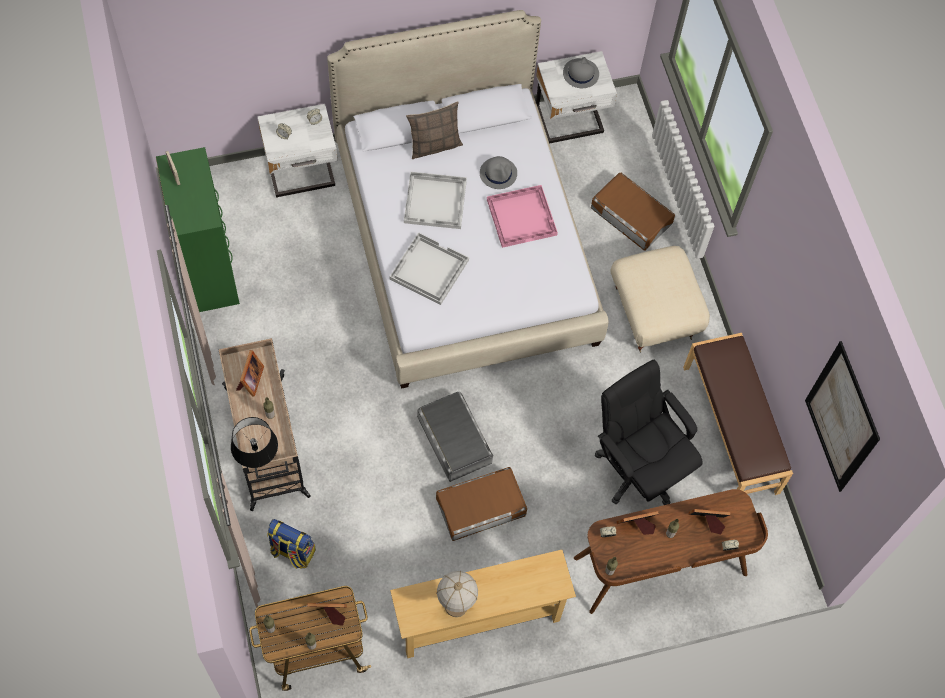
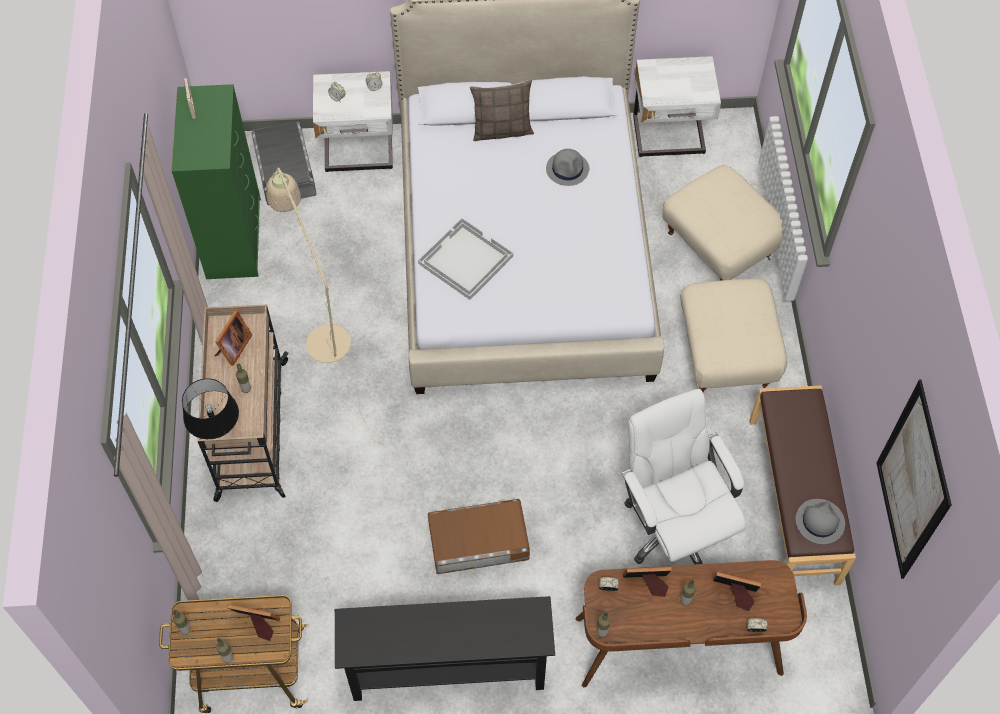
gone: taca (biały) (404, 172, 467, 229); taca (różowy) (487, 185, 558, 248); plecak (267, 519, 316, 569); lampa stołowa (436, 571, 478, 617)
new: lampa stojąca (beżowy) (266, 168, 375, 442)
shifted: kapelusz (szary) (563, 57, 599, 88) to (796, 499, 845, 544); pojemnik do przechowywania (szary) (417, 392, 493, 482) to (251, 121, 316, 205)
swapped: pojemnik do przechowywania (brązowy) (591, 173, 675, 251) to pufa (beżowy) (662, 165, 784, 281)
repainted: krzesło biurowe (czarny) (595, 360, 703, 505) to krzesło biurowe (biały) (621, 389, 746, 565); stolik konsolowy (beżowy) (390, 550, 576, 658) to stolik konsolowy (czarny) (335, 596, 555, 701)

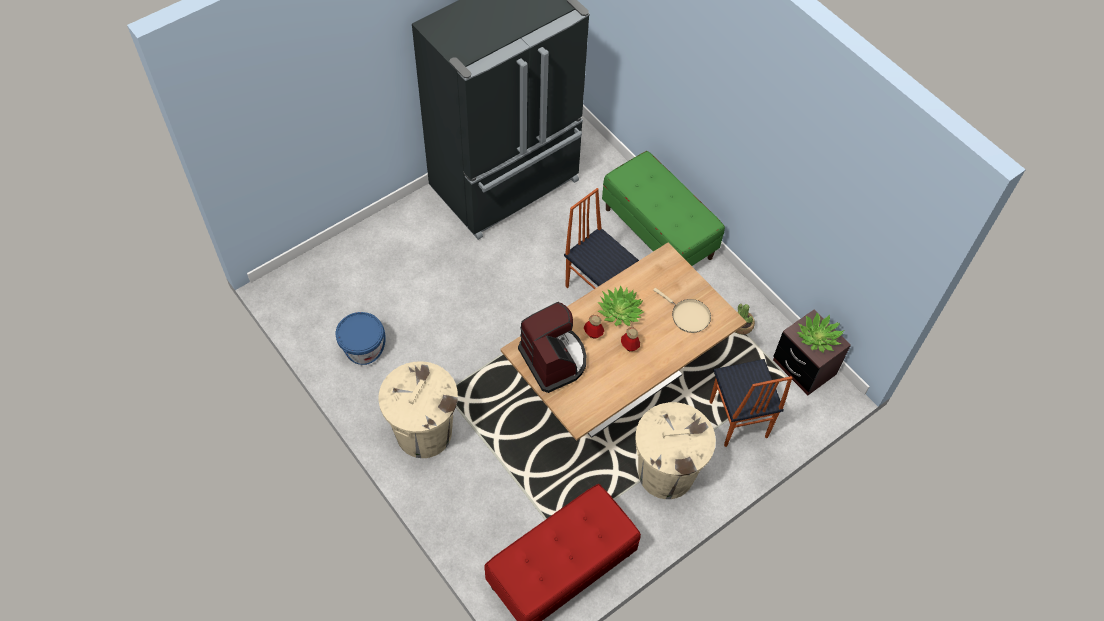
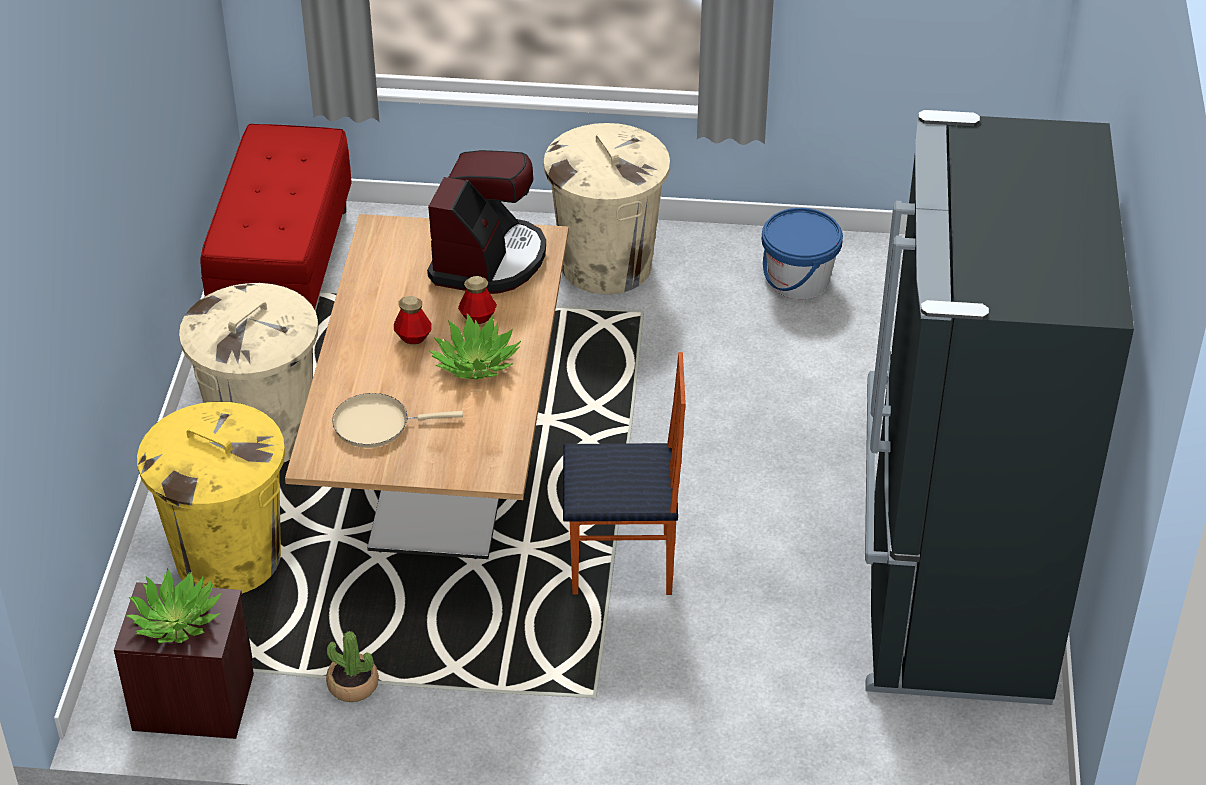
gone: ławka (zielony) (602, 151, 725, 266)
swapped: krzesło (709, 359, 792, 447) to kosz na śmieci (żółty) (137, 402, 285, 593)
rotated: ekspres do kawy (518, 302, 586, 393) = (427, 150, 546, 294) 90 degrees counterclockwise

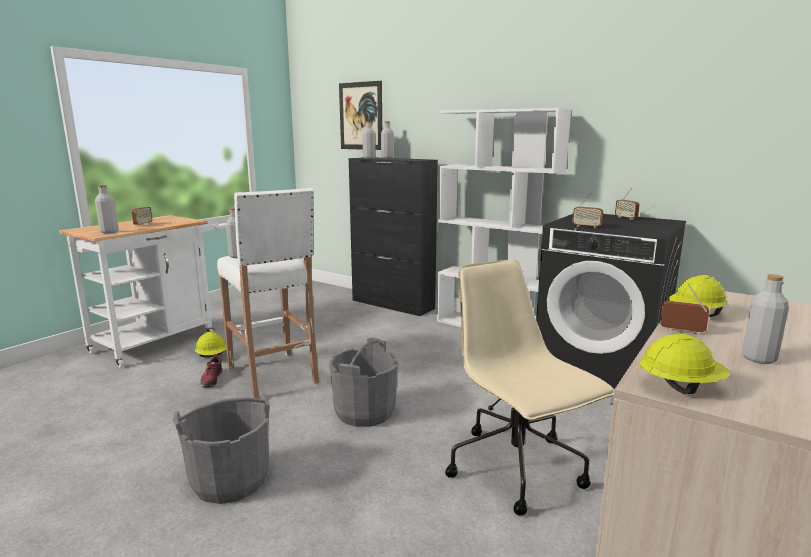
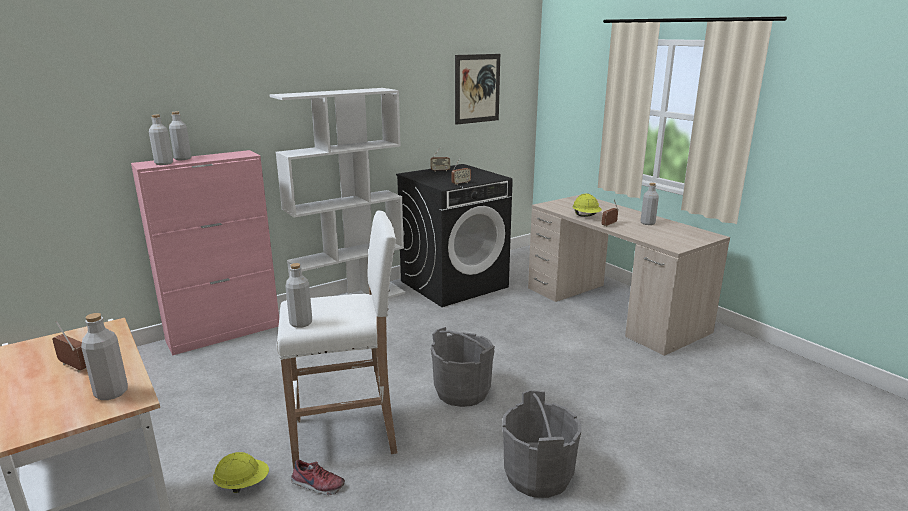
gone: krzesło biurowe (beżowy) (445, 260, 614, 516); kask (żółty) (640, 333, 730, 394)
shifted: obraz (339, 81, 382, 150) to (455, 54, 500, 125)
repainted: szafka (czarny) (349, 157, 438, 316) to szafka (różowy) (131, 150, 279, 355)

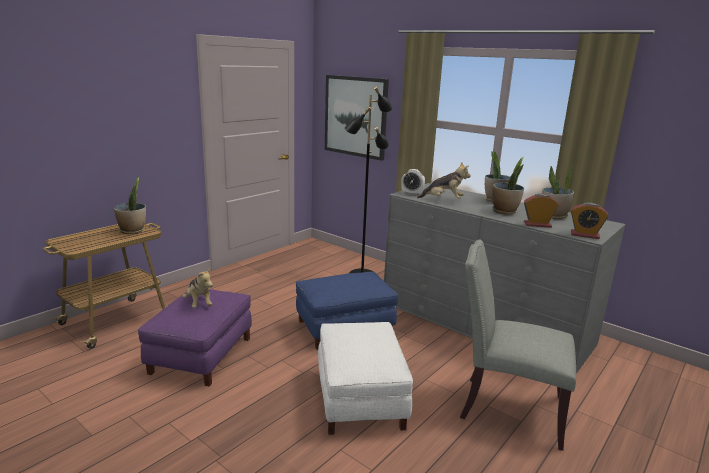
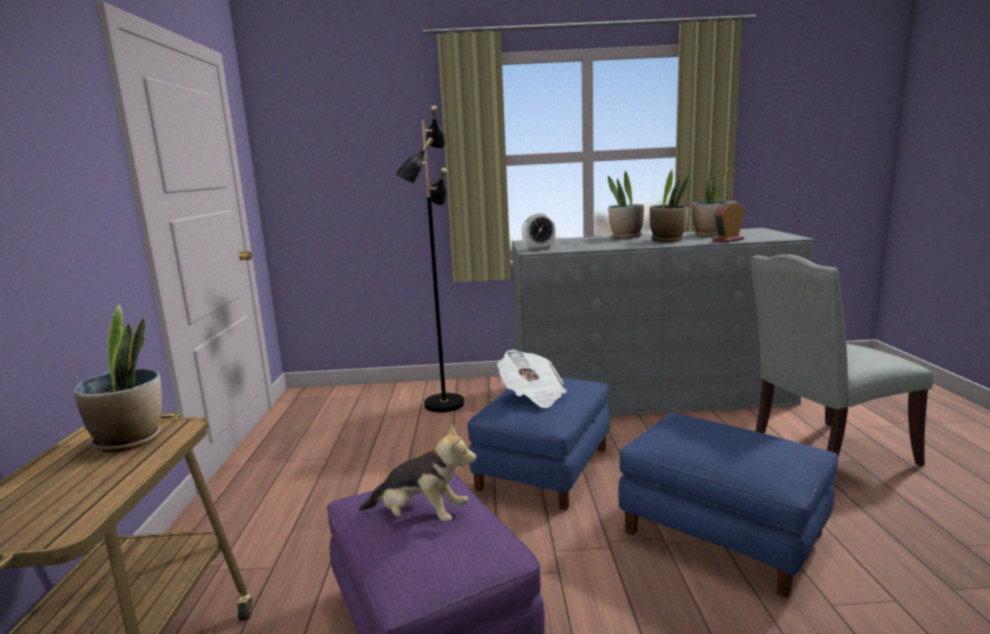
gone: obraz (325, 75, 389, 161); pluszak (417, 162, 471, 199); budzik (571, 203, 609, 239)
new: gazeta (497, 350, 567, 408)
repainted: pufa (biały) (318, 322, 413, 435) to pufa (niebieski) (618, 413, 838, 598)

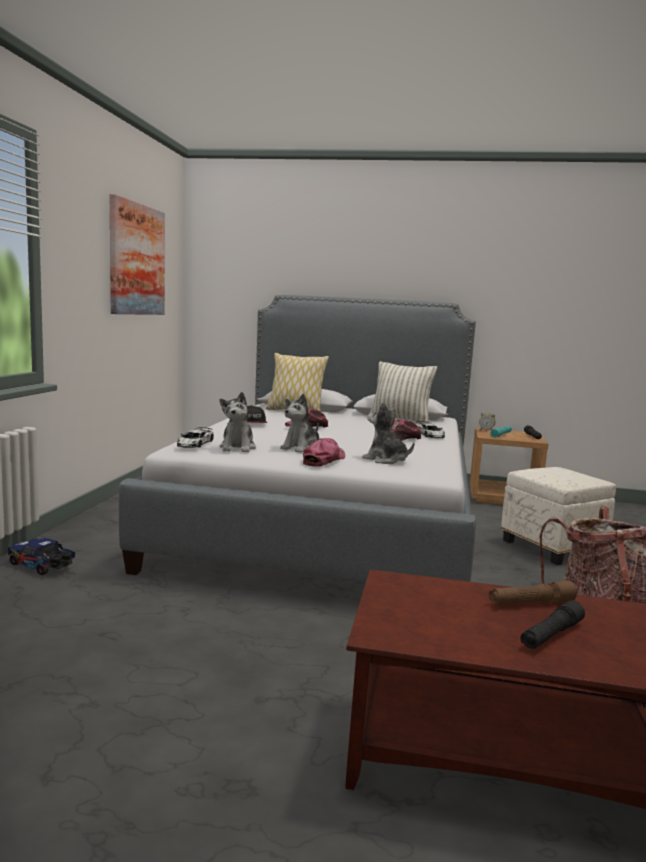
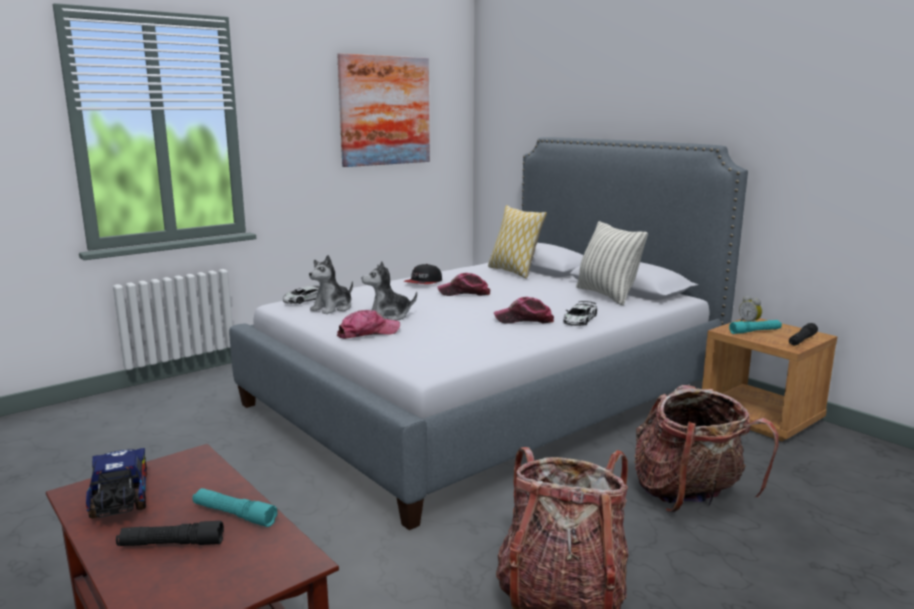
gone: pluszak (362, 402, 415, 464)
shifted: ciężarówka zabawkowa (8, 538, 75, 575) to (86, 448, 147, 519)
swapped: pufa (biały) (501, 467, 616, 565) to plecak (634, 385, 779, 512)
repainted: latarka (brązowy) (489, 581, 577, 605) to latarka (turkusowy) (192, 488, 277, 527)

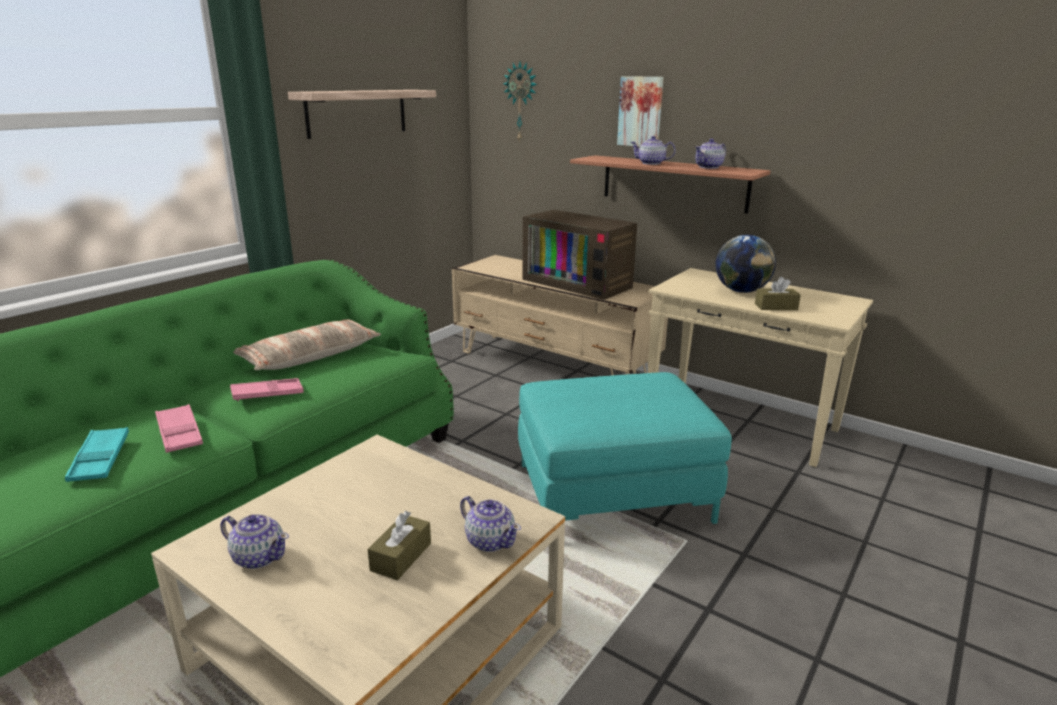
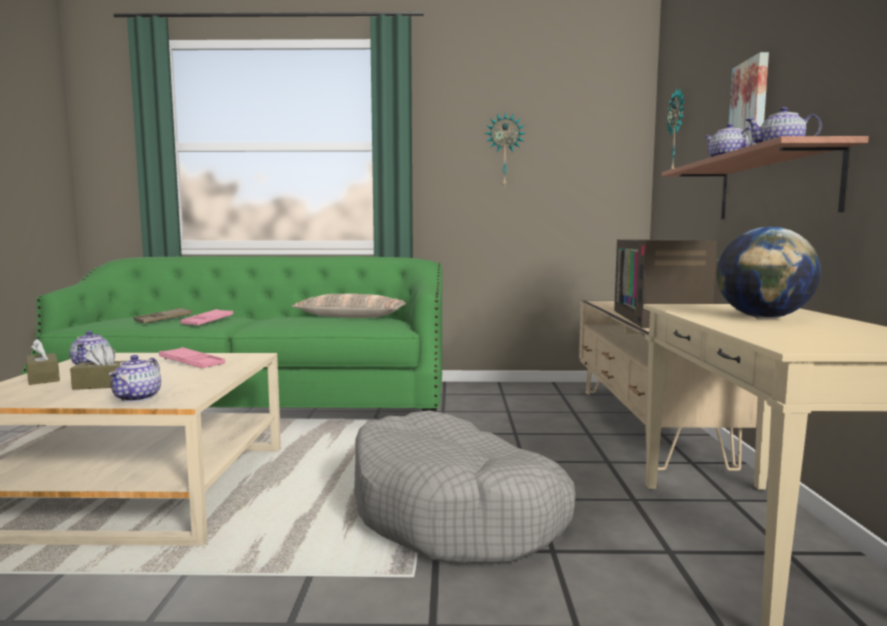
shifted: pudełko chusteczek (brązowy) (755, 277, 801, 310) to (26, 339, 60, 385); taca (różowy) (230, 378, 304, 401) to (159, 347, 225, 368)
swapped: półka (288, 90, 436, 139) to zegar ścienny (485, 112, 526, 188); pufa (turkusowy) (518, 372, 732, 524) to legowisko (szary) (354, 410, 576, 563)
repainted: taca (turkusowy) (65, 427, 129, 482) to taca (brązowy) (134, 308, 192, 323)

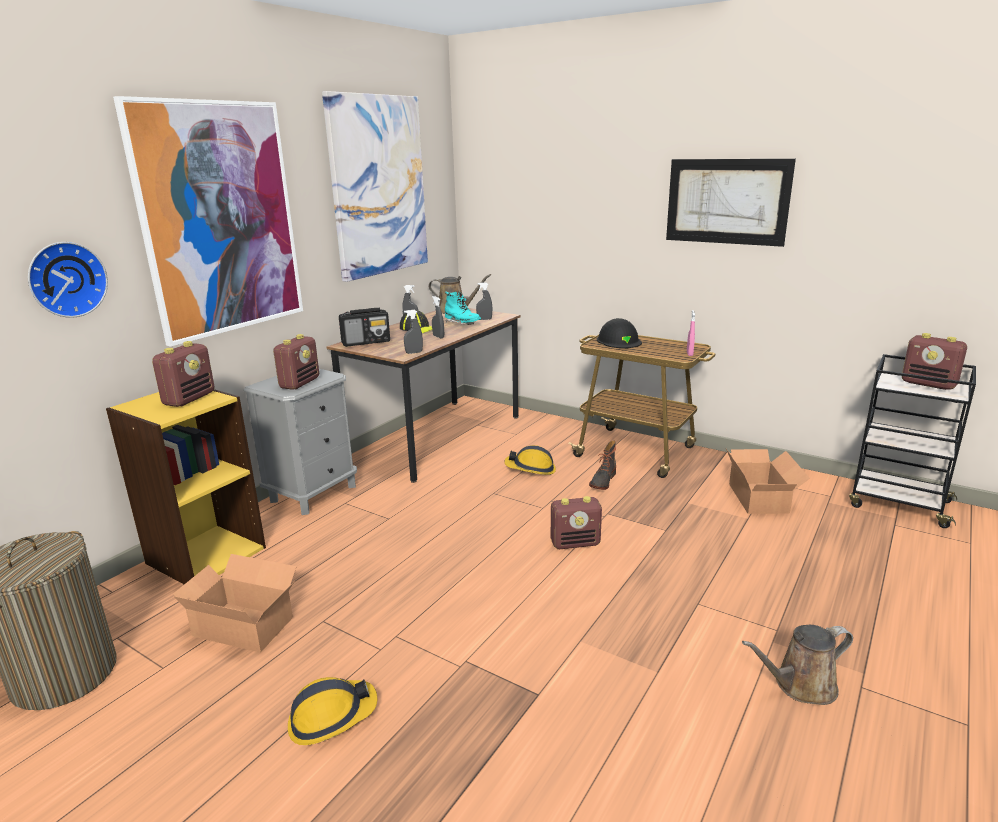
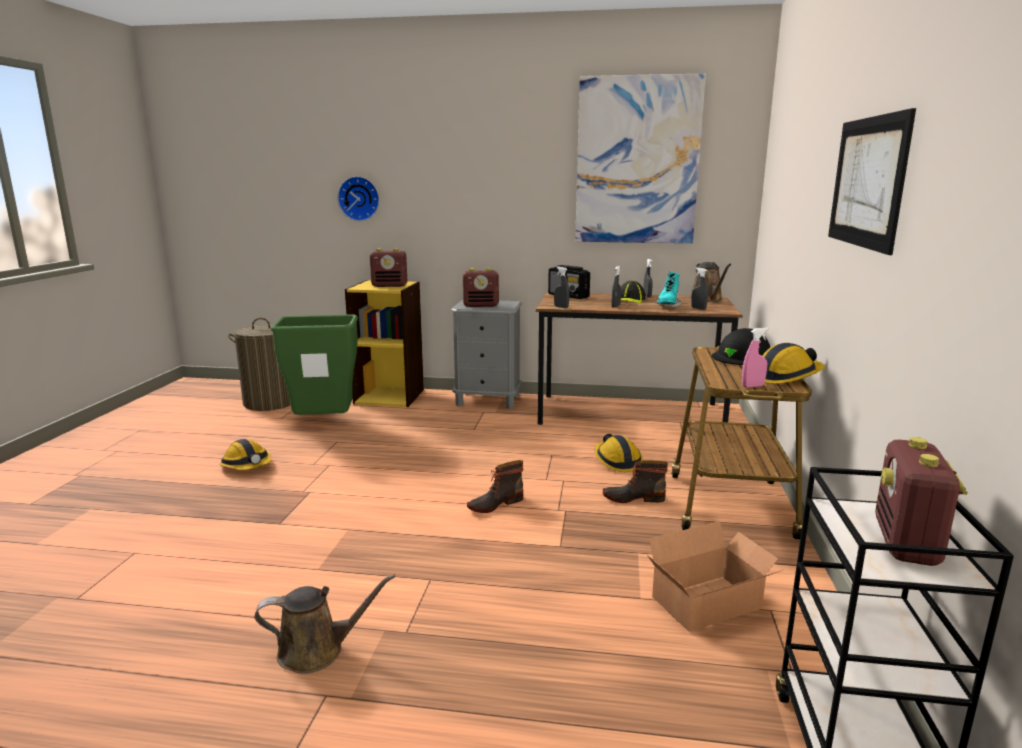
gone: obraz (113, 96, 303, 347)
new: kask (763, 343, 825, 384)
swapped: radio (551, 496, 602, 549) to but z cholewką (467, 460, 523, 513); karton (173, 554, 297, 652) to kosz na śmieci (zielony) (270, 314, 358, 415)
rotated: konewka (brązowy) (742, 625, 853, 705) = (255, 574, 395, 674) 120 degrees clockwise

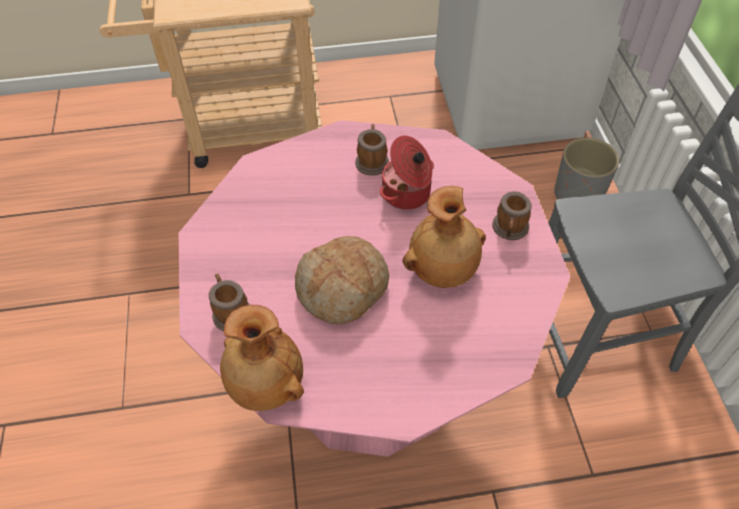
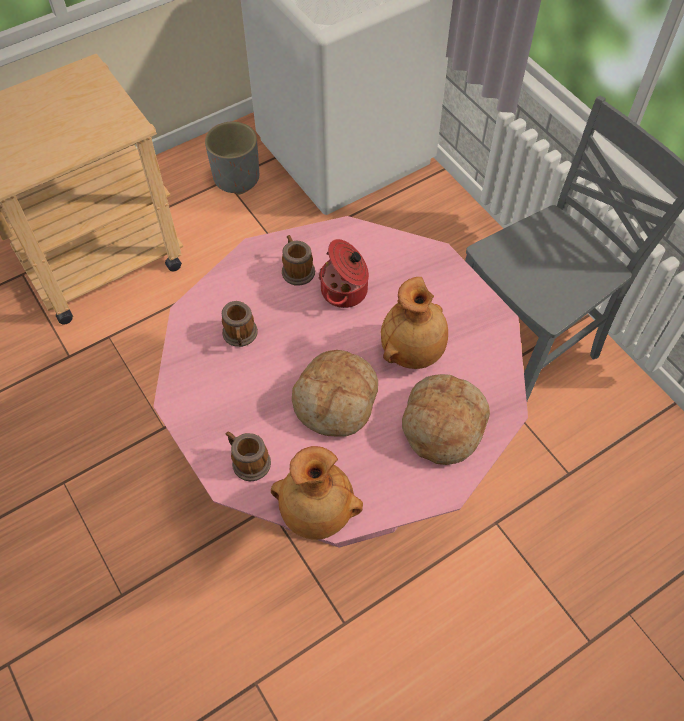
new: chleb (402, 374, 490, 465)
shifted: donica (szary) (554, 138, 619, 199) to (205, 122, 259, 194); kubek (493, 191, 532, 240) to (222, 301, 258, 347)

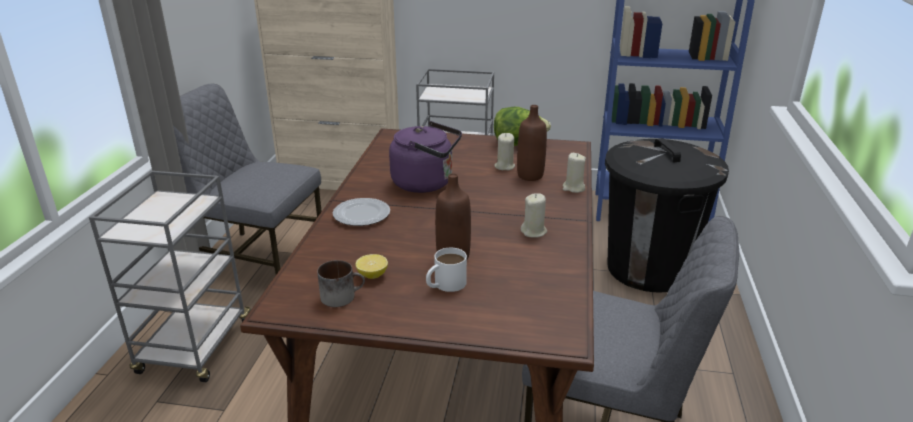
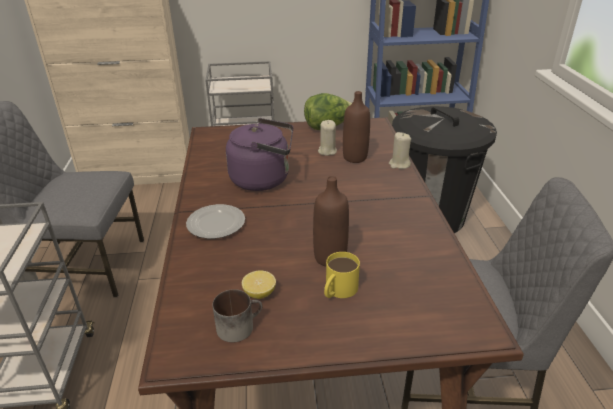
gone: świeca (beżowy) (521, 193, 547, 238)
repainted: kubek (biały) (426, 248, 467, 292) to kubek (żółty) (324, 252, 360, 298)

